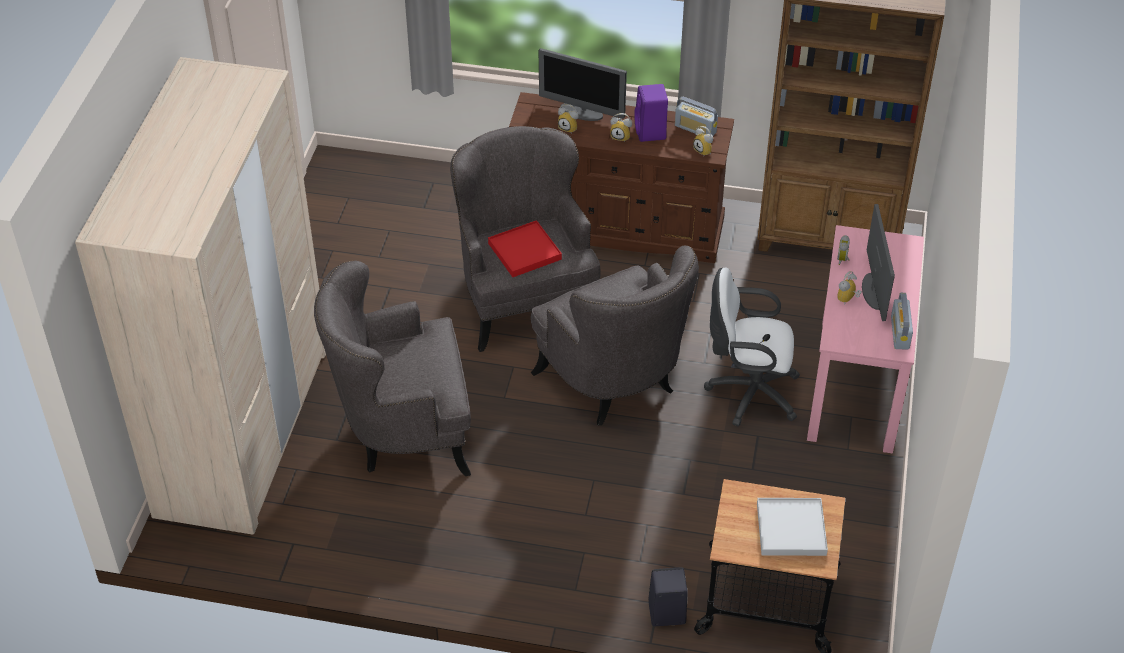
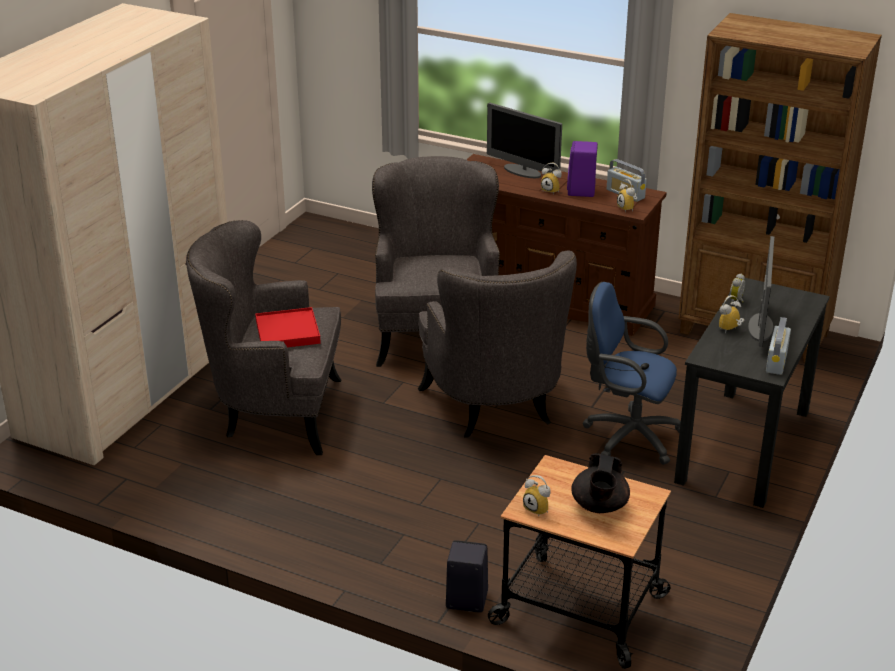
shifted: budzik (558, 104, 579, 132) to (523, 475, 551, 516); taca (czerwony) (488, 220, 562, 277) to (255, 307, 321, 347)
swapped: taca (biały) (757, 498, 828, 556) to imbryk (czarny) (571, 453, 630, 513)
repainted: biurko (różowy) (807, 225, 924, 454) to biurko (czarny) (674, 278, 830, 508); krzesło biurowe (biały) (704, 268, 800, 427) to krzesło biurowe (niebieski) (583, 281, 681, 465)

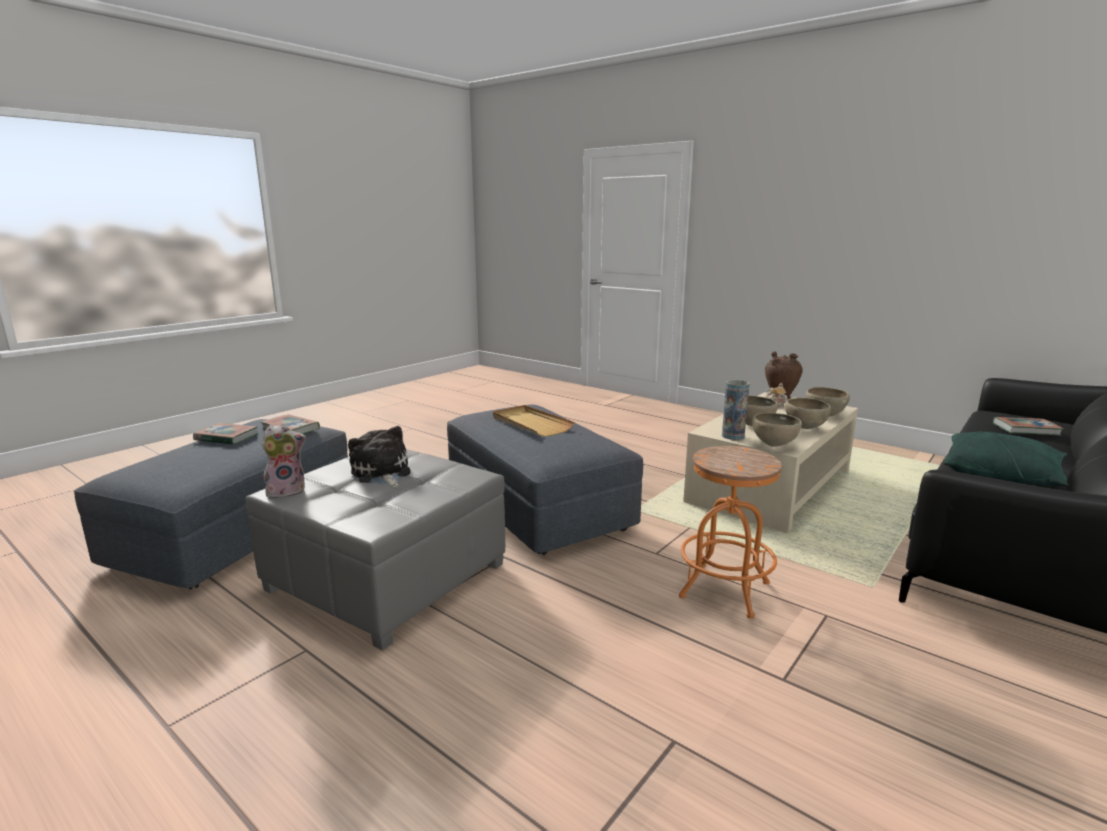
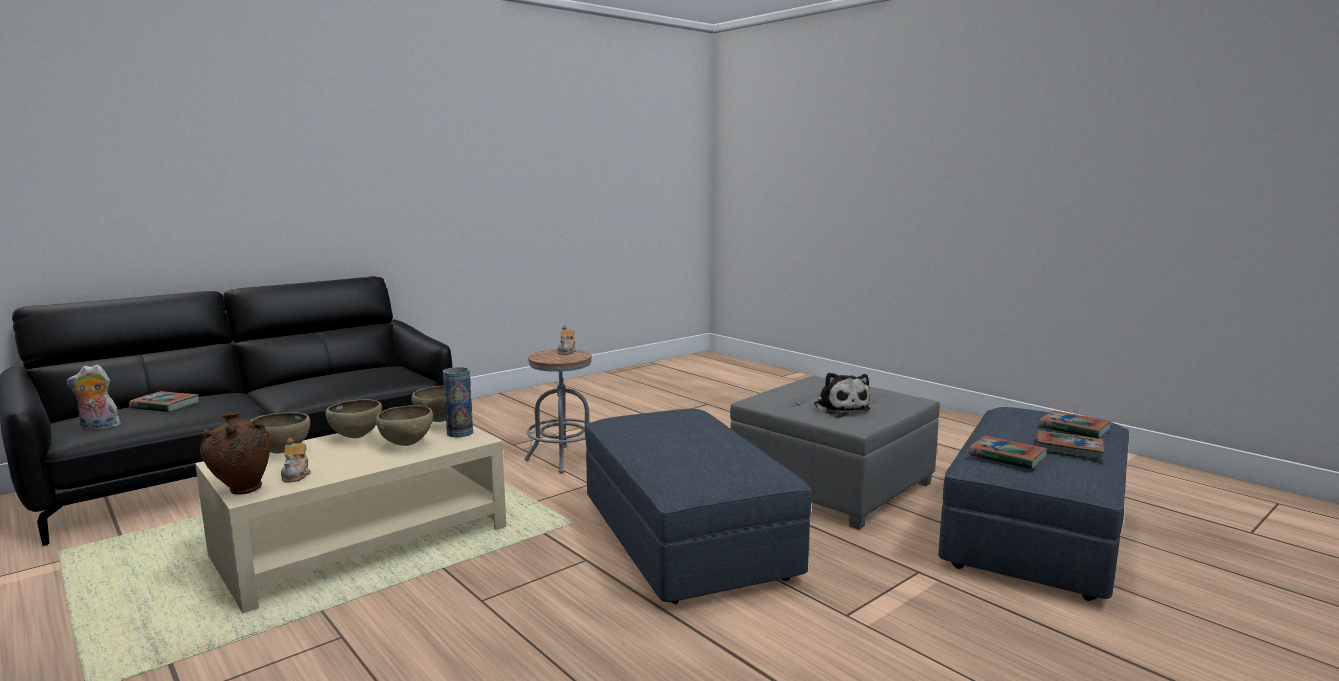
gone: taca (beżowy) (493, 405, 574, 437); poduszka (zielony) (944, 432, 1069, 486)
new: imbryk (558, 325, 576, 355); książka (1039, 410, 1112, 438)
shifted: pluszak (261, 424, 306, 498) to (66, 365, 121, 431)
repainted: stołek (pomarańczowy) (679, 446, 782, 619) to stołek (szary) (524, 349, 592, 473)

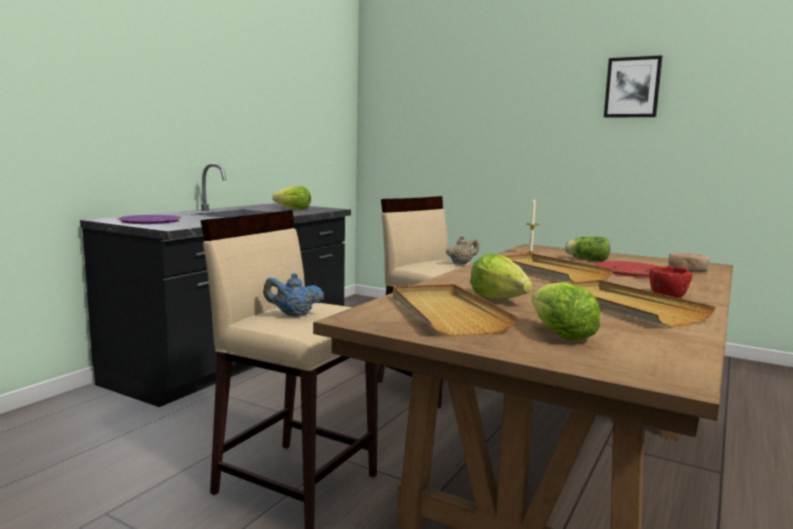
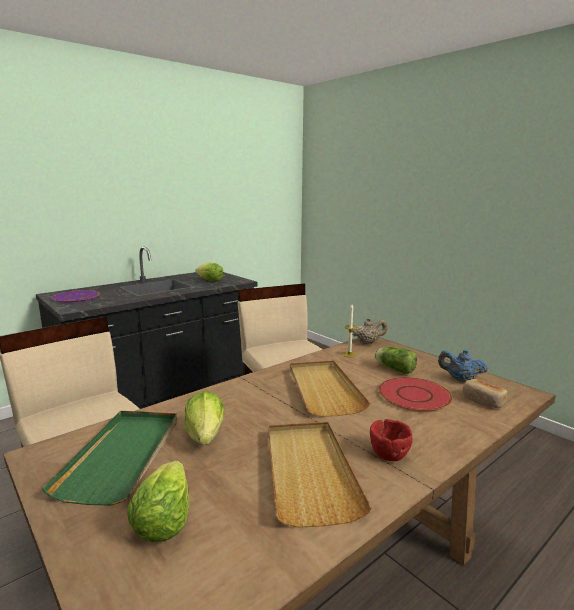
gone: obraz (604, 55, 662, 118)
shifted: imbryk (beżowy) (446, 236, 479, 265) to (352, 317, 387, 344); imbryk (niebieski) (263, 273, 324, 317) to (438, 350, 488, 382)
repainted: taca (beżowy) (393, 284, 519, 336) to taca (zielony) (42, 411, 177, 506)

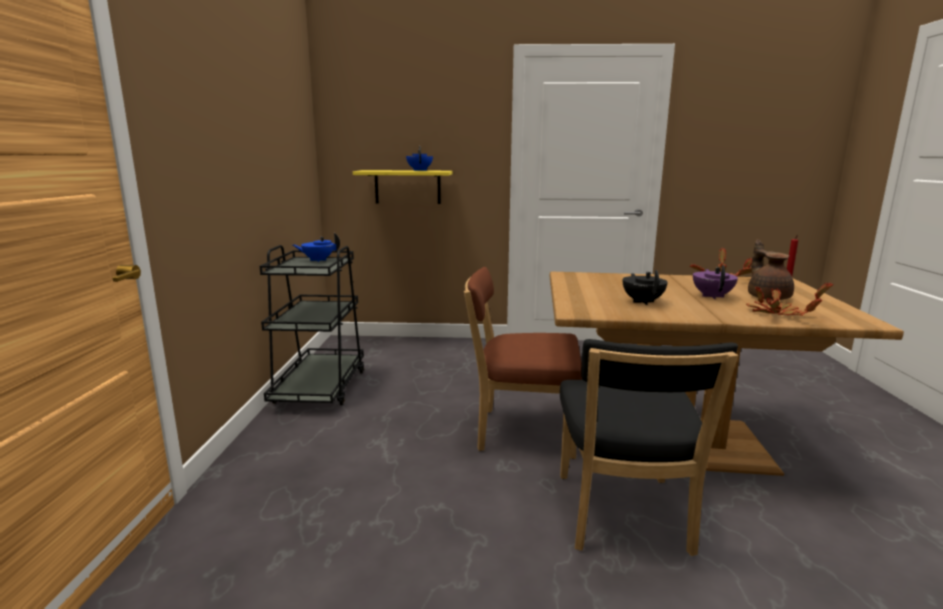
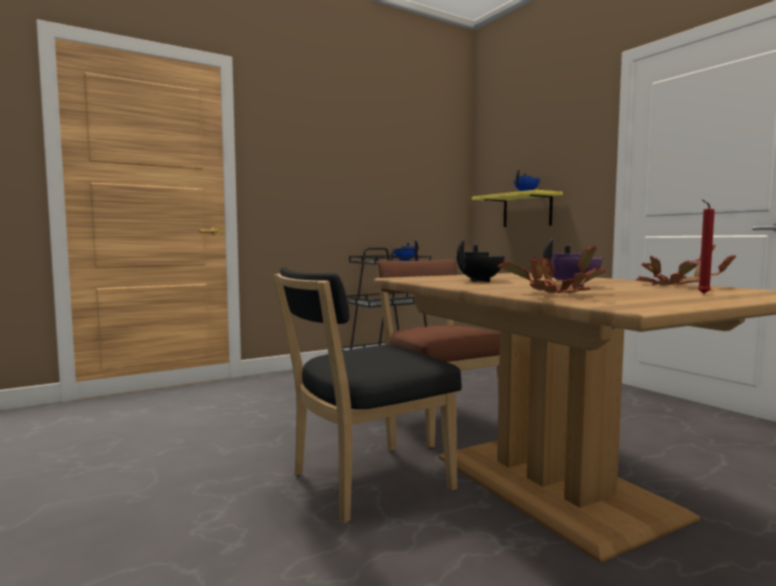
gone: imbryk (brązowy) (748, 239, 794, 300)

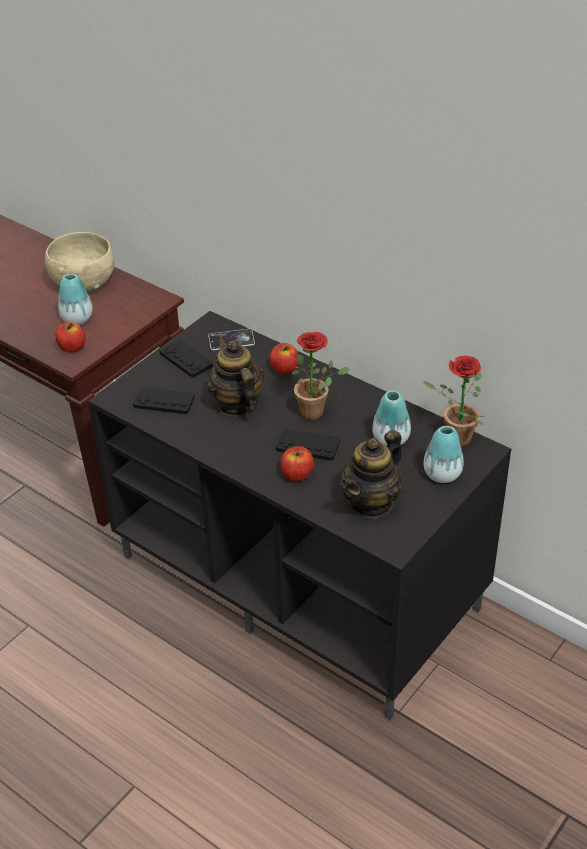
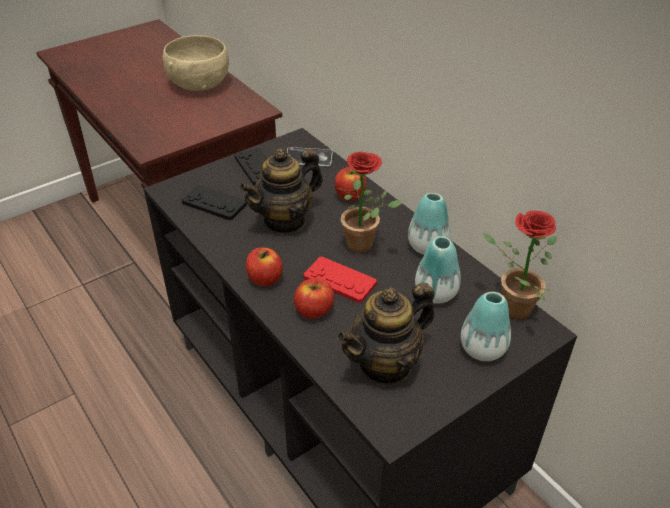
shifted: wazon (58, 274, 92, 325) to (408, 193, 450, 255); jabłko (55, 322, 86, 353) to (246, 248, 283, 286)
repainted: pad do gier (czarny) (276, 429, 340, 461) to pad do gier (czerwony) (303, 257, 377, 303)
rotated: imbryk (207, 336, 264, 416) = (239, 148, 323, 235) 120 degrees counterclockwise

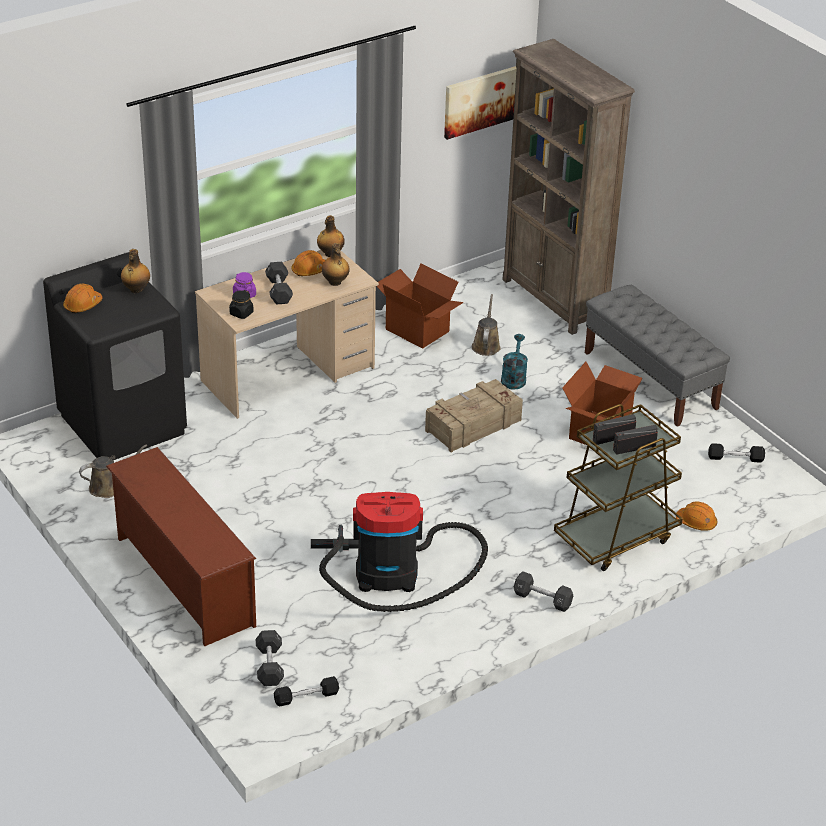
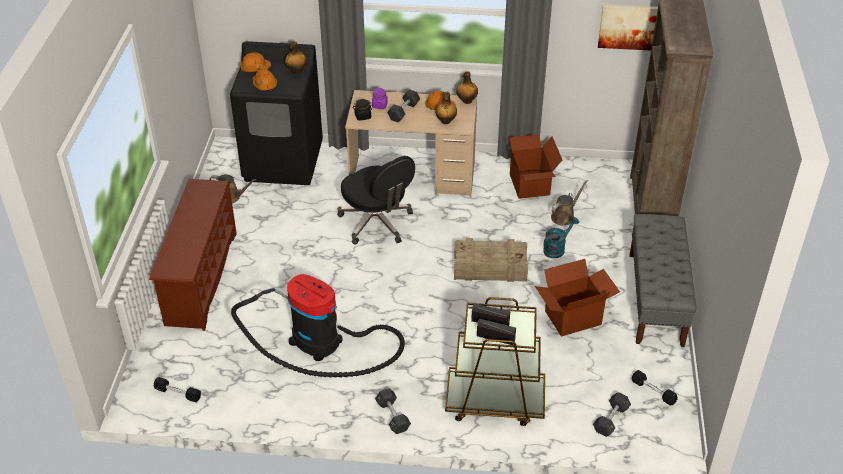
new: krzesło biurowe (czarny) (337, 156, 415, 245)
shifted: kask (pomarańczowy) (676, 501, 717, 531) to (253, 69, 277, 91); hantel (czarny) (256, 630, 284, 686) to (593, 392, 631, 437)

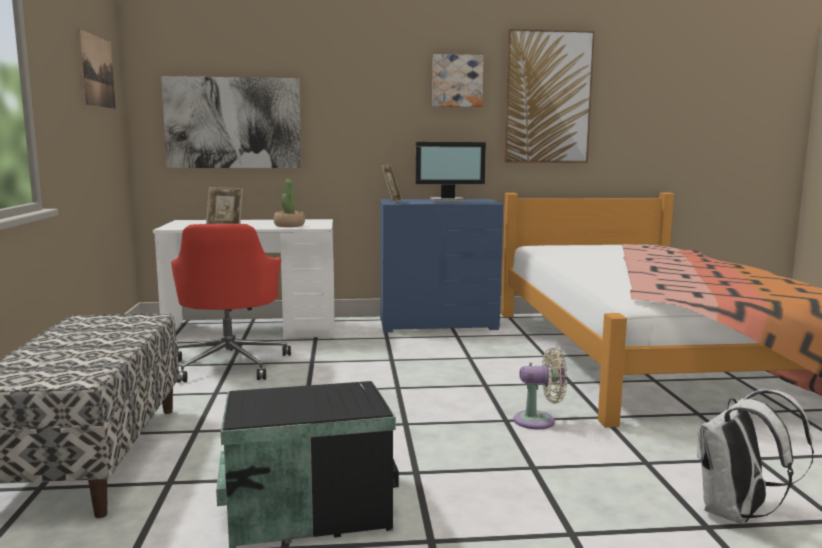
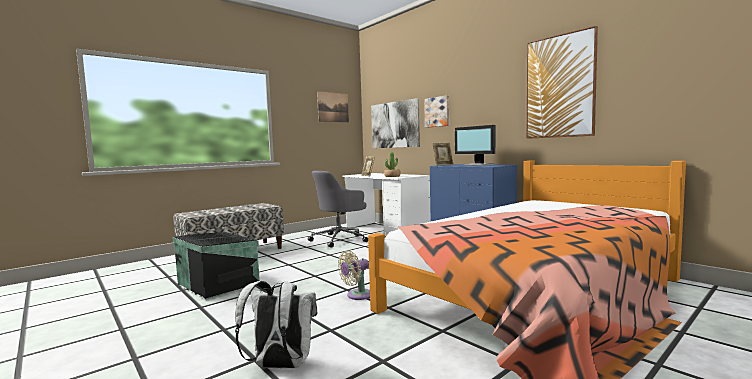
shifted: obraz (432, 54, 484, 107) to (424, 95, 449, 128)
repainted: krzesło biurowe (czerwony) (171, 224, 291, 383) to krzesło biurowe (szary) (308, 171, 368, 248)
rotated: wentylator (beżowy) (514, 347, 567, 430) = (338, 251, 370, 300) 90 degrees clockwise

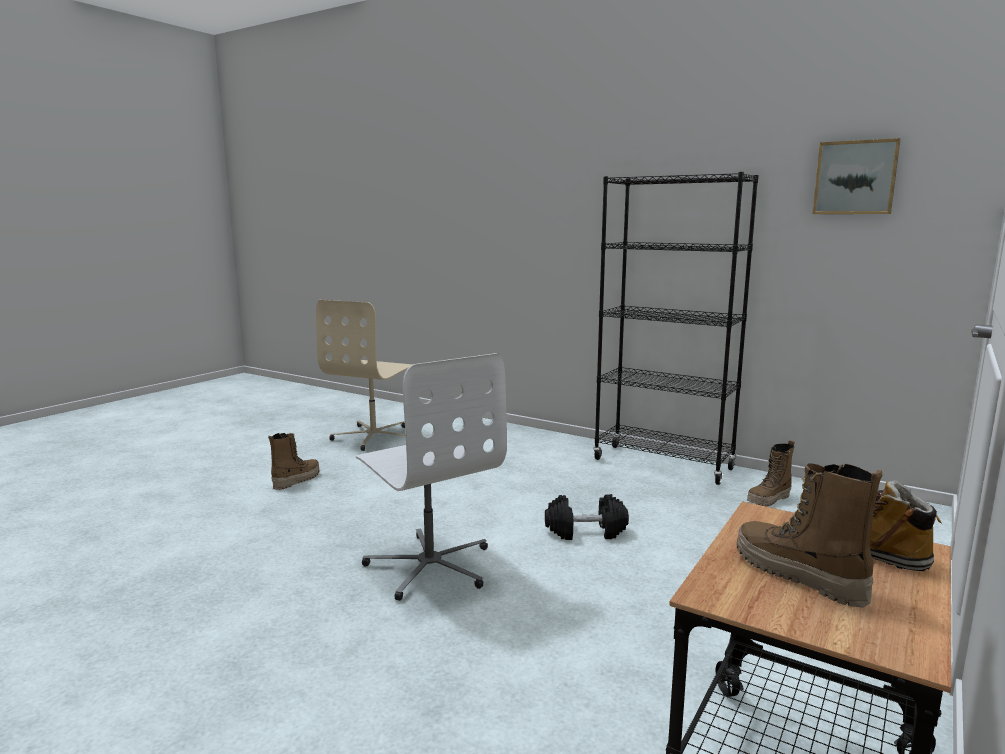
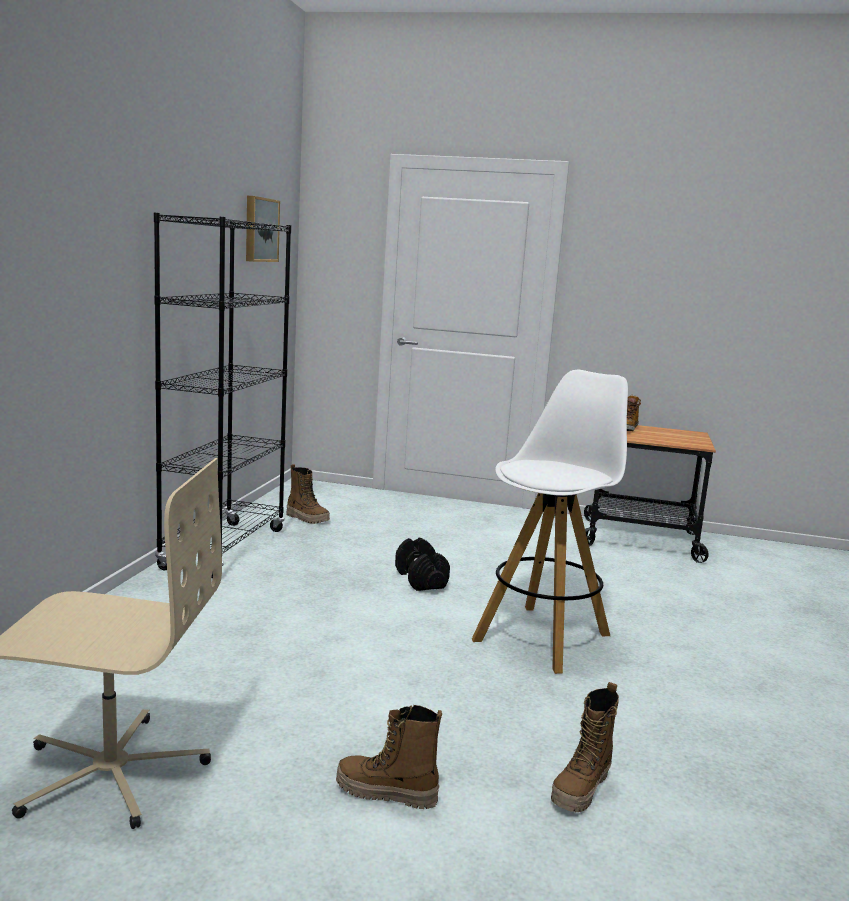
shifted: but z cholewką (736, 463, 882, 608) to (551, 682, 619, 812)
swapped: krzesło biurowe (biały) (356, 353, 507, 601) to stołek (biały) (472, 370, 628, 674)

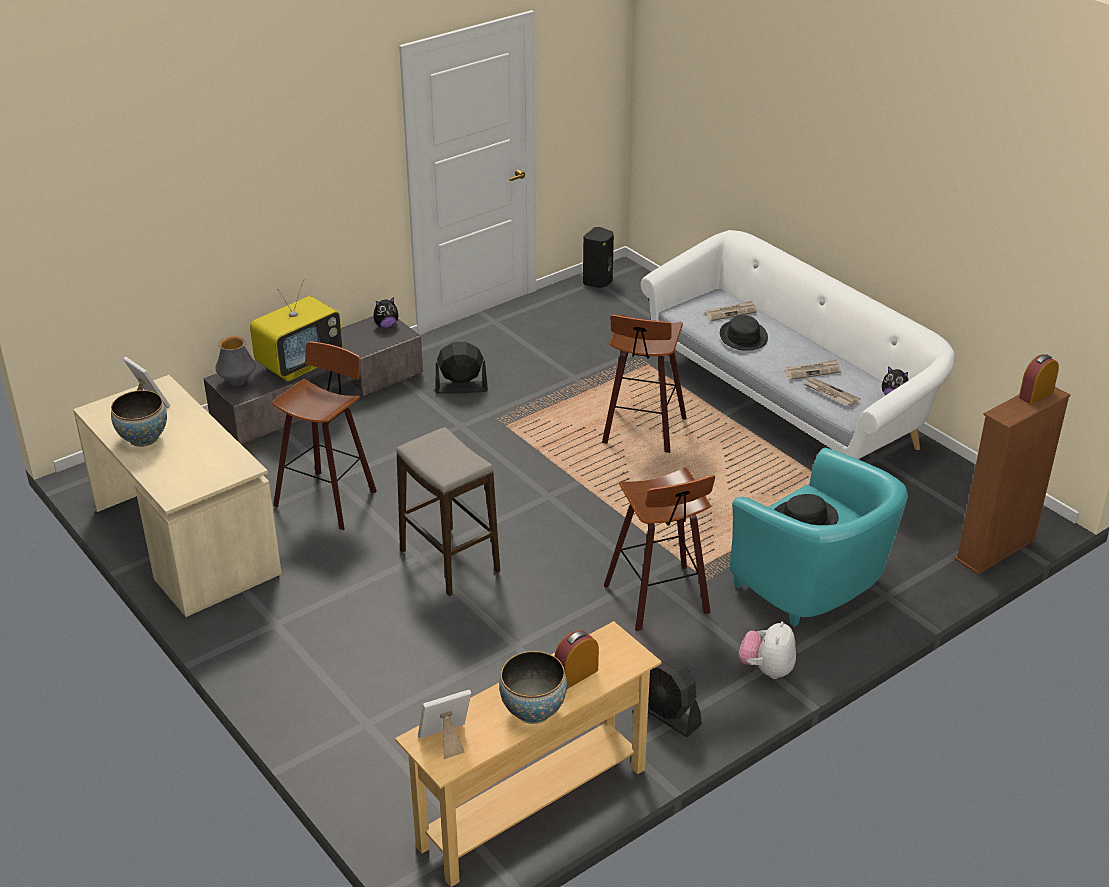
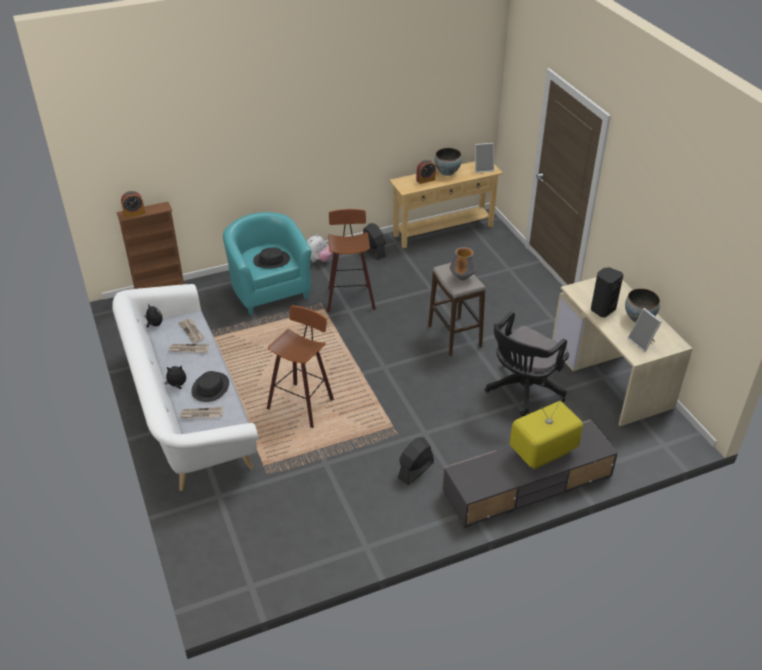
shifted: głośnik (czarny) (583, 227, 614, 288) to (591, 267, 623, 317); pluszak (373, 297, 399, 328) to (165, 365, 186, 389); wazon (215, 336, 256, 386) to (450, 247, 477, 280)
swapped: stołek (272, 341, 377, 530) to krzesło biurowe (czarny) (485, 311, 569, 417)
rotated: wentylator (czarny) (435, 342, 488, 394) = (398, 437, 434, 485) 120 degrees clockwise

